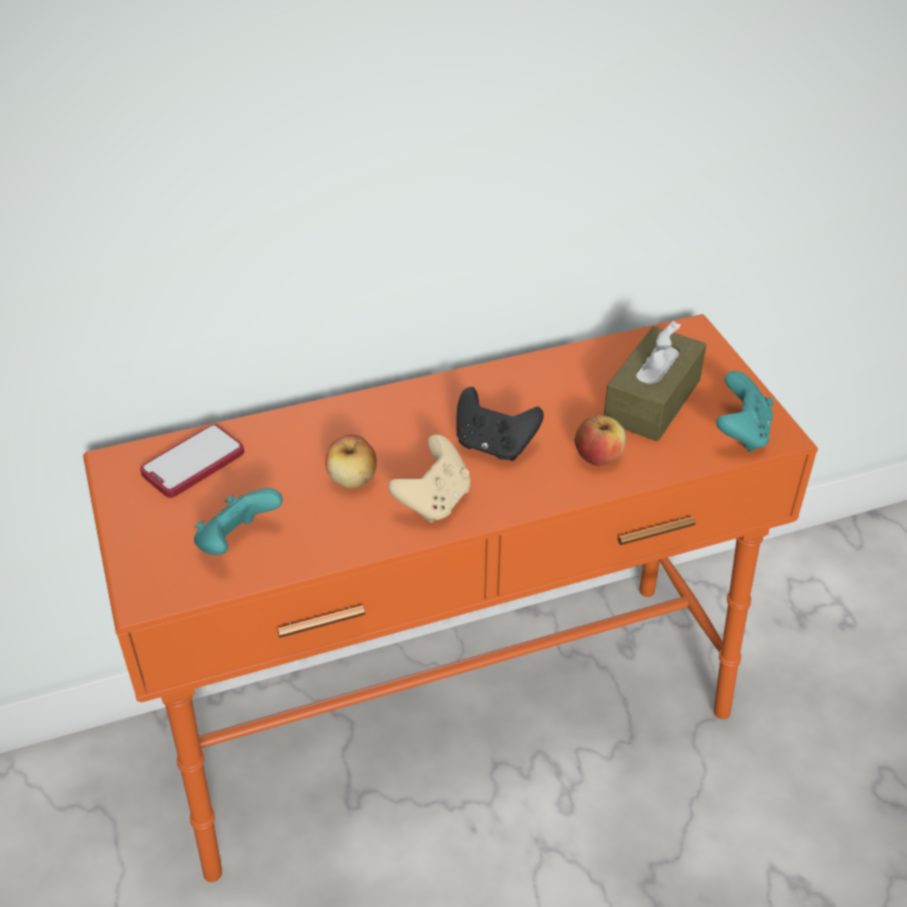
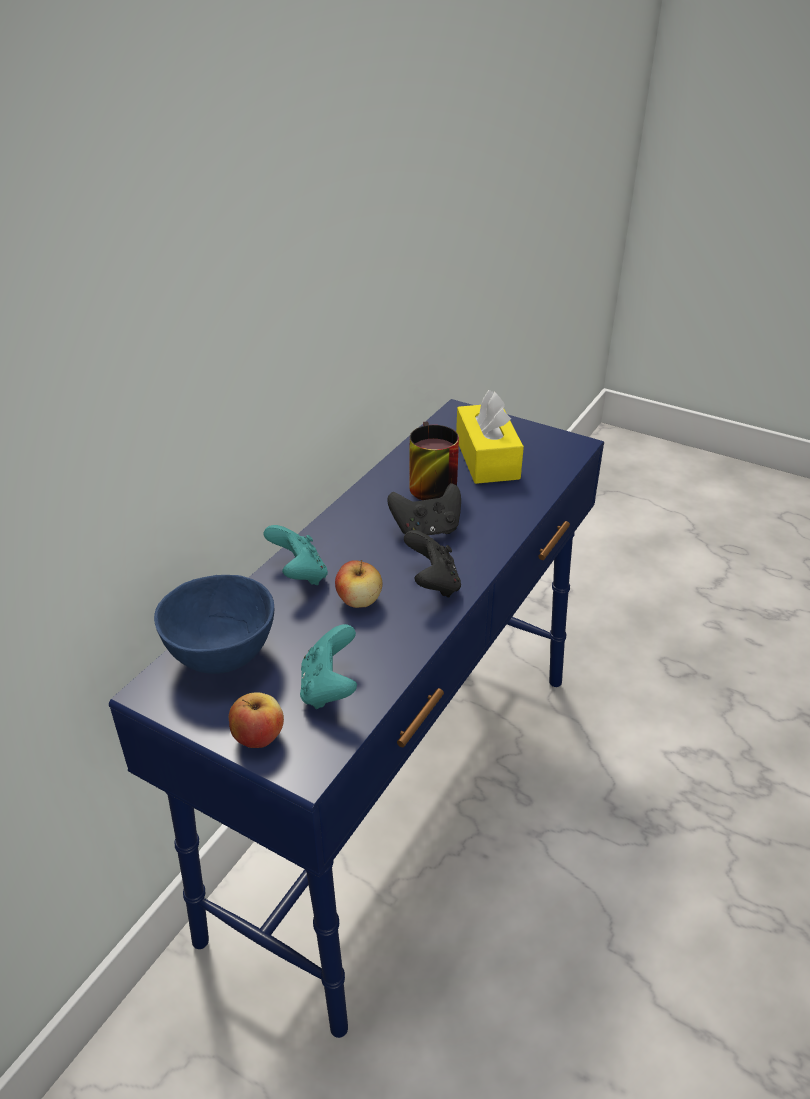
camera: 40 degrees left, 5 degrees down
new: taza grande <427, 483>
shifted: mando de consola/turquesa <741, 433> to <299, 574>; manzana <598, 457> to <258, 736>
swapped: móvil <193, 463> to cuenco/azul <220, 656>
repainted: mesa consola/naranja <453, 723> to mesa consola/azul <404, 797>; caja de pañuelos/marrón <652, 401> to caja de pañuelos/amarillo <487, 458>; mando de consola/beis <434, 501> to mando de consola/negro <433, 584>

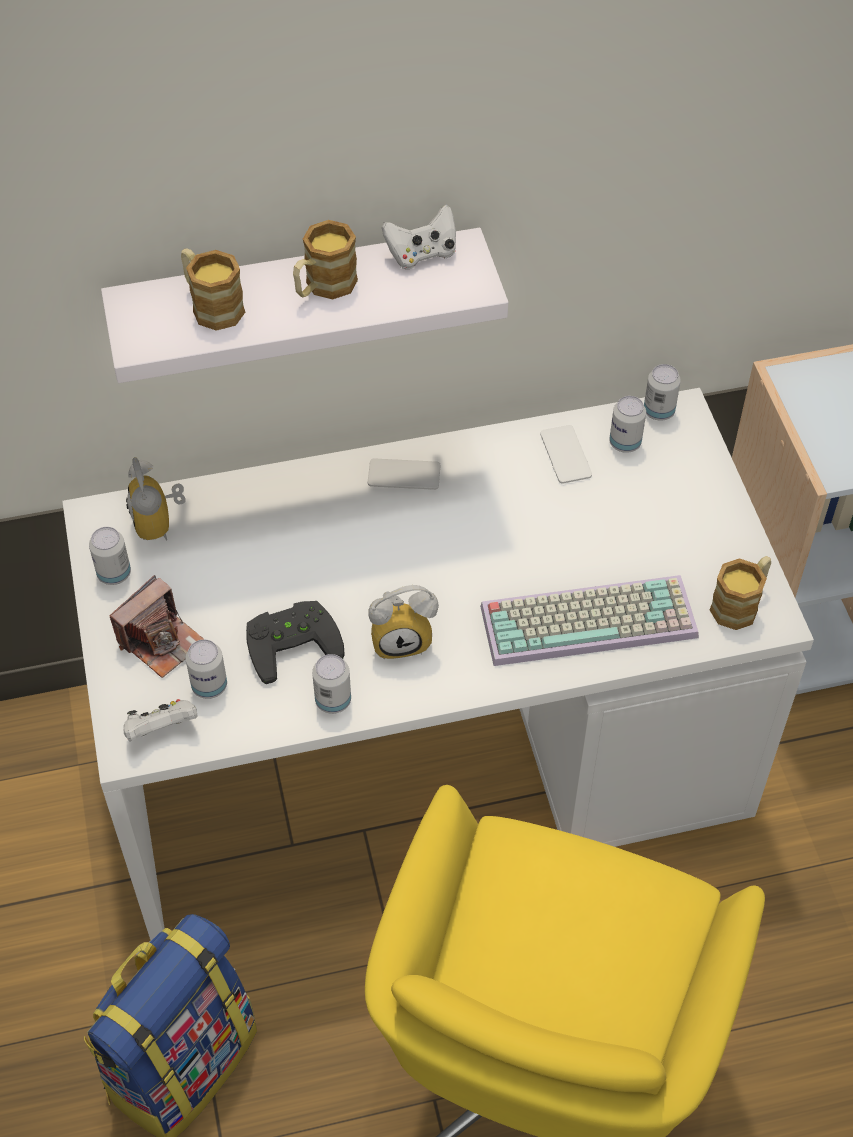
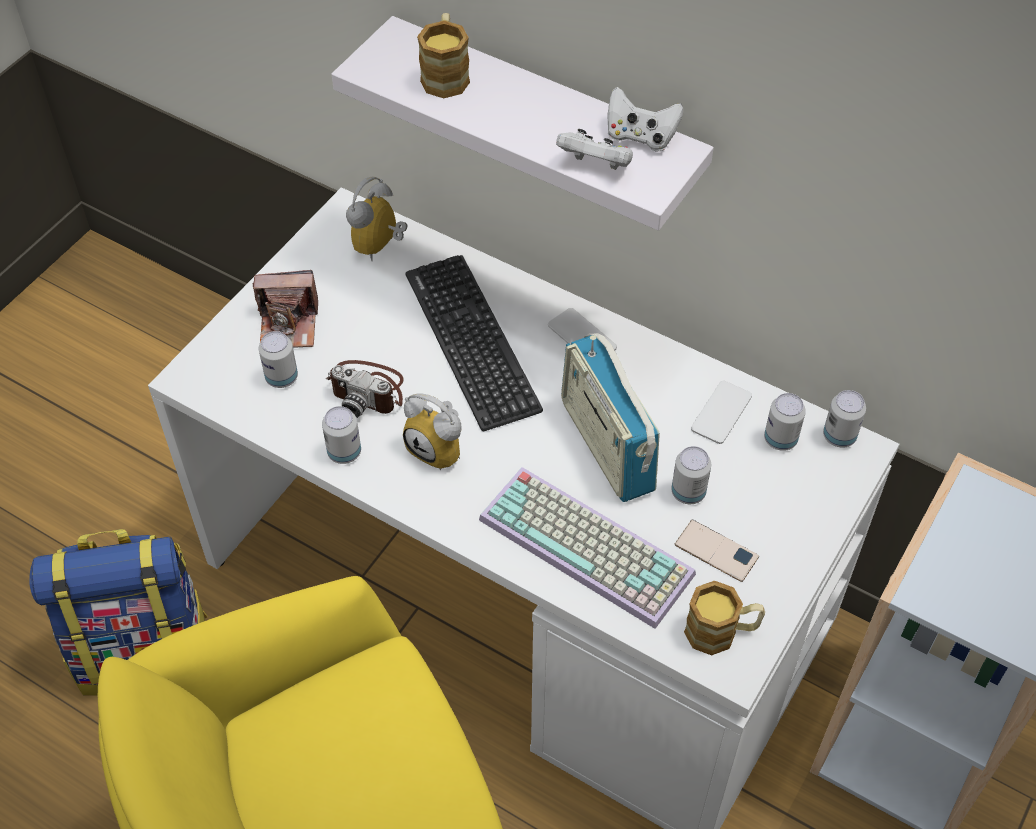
camera: 45 degrees right, 0 degrees up
gone: taza grande <323, 287>
new: teclado <471, 341>; radio <606, 445>; móvil <716, 551>
shifted: lata <114, 574> to <688, 492>; mando de consola/blanco <161, 730> to <596, 165>
swapped: mando de consola/negro <291, 640> to cámara <368, 390>

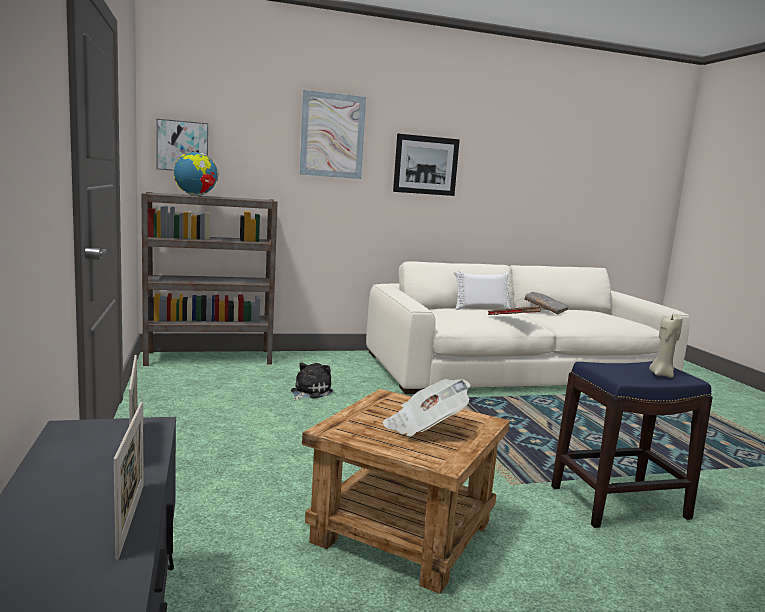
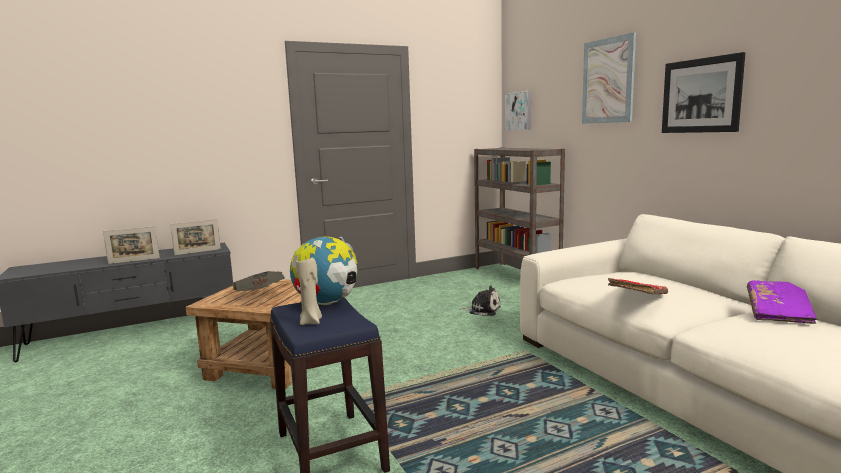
camera: 80 degrees right, 0 degrees up
gone: cojín/blanco <480, 308>
shifted: globo terráqueo <196, 195> to <326, 303>
repainted: libro/gris <545, 309> to libro/morado <778, 312>

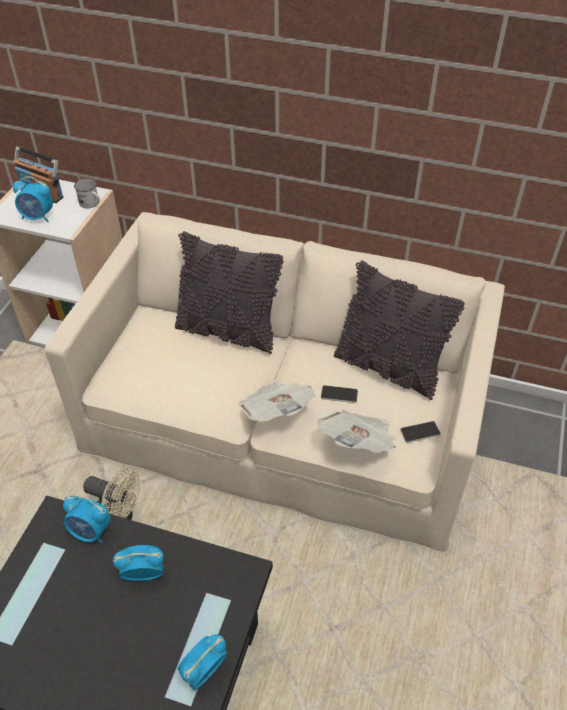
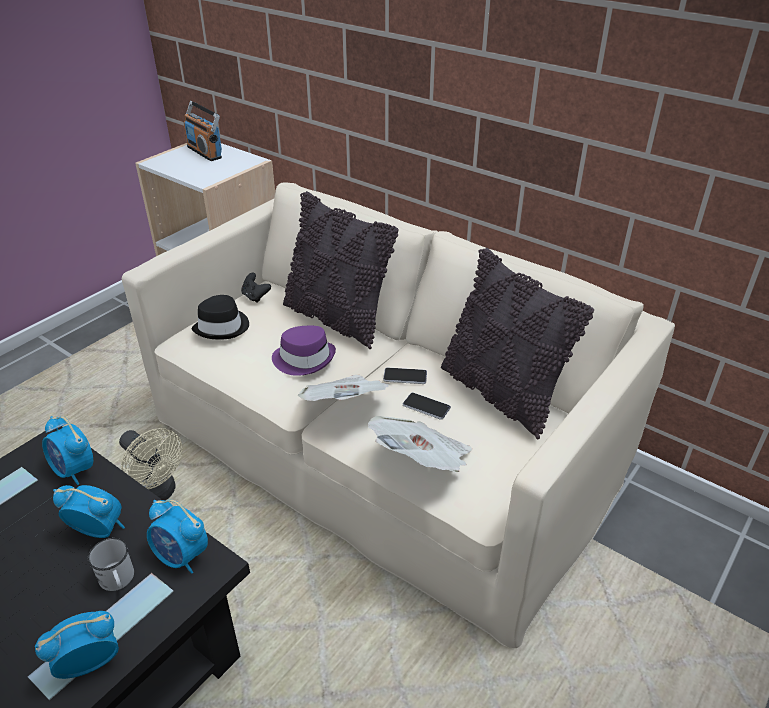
camera: 20 degrees right, 10 degrees down
new: mando de consola/negro <255, 297>; sombrero/negro <222, 327>; sombrero/morado <304, 359>
shifted: despertador <38, 217> to <182, 557>; taza grande/blanco <91, 204> to <118, 581>; móvil <420, 432> to <405, 376>

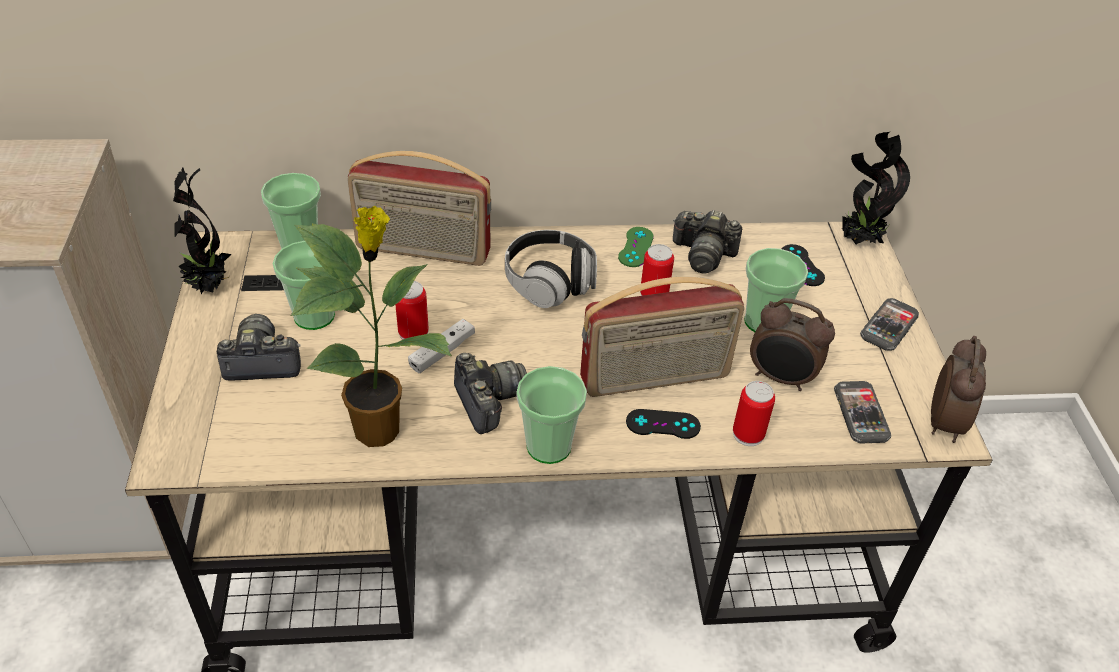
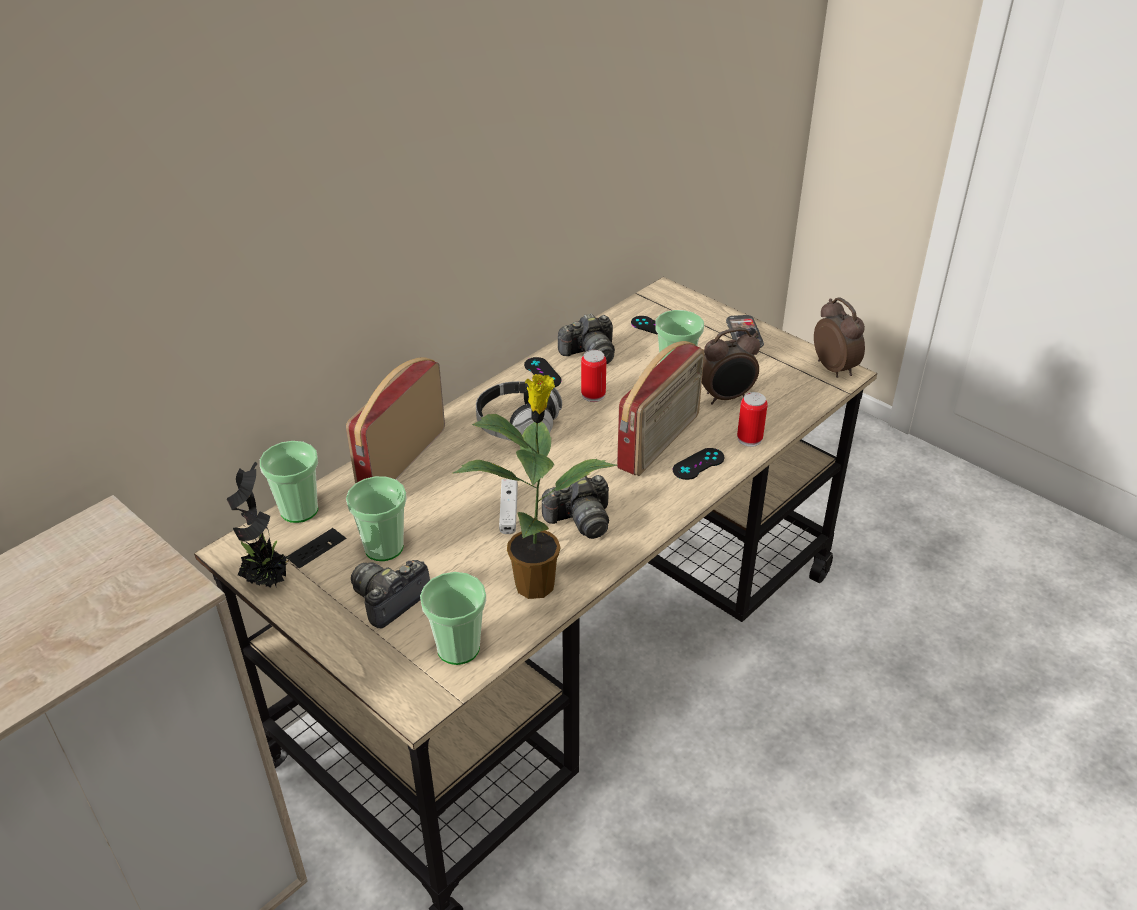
camera: 40 degrees left, 5 degrees down
gone: planta en maceta <858, 240>; lata <413, 333>; móvil <861, 414>
shifted: taza <549, 446> to <458, 648>
repainted: mando de consola/verde <635, 247> to mando de consola/negro <542, 373>
rotated: radio <422, 251> = <401, 459> 150 degrees clockwise; cámara <488, 401> = <580, 520> 135 degrees clockwise

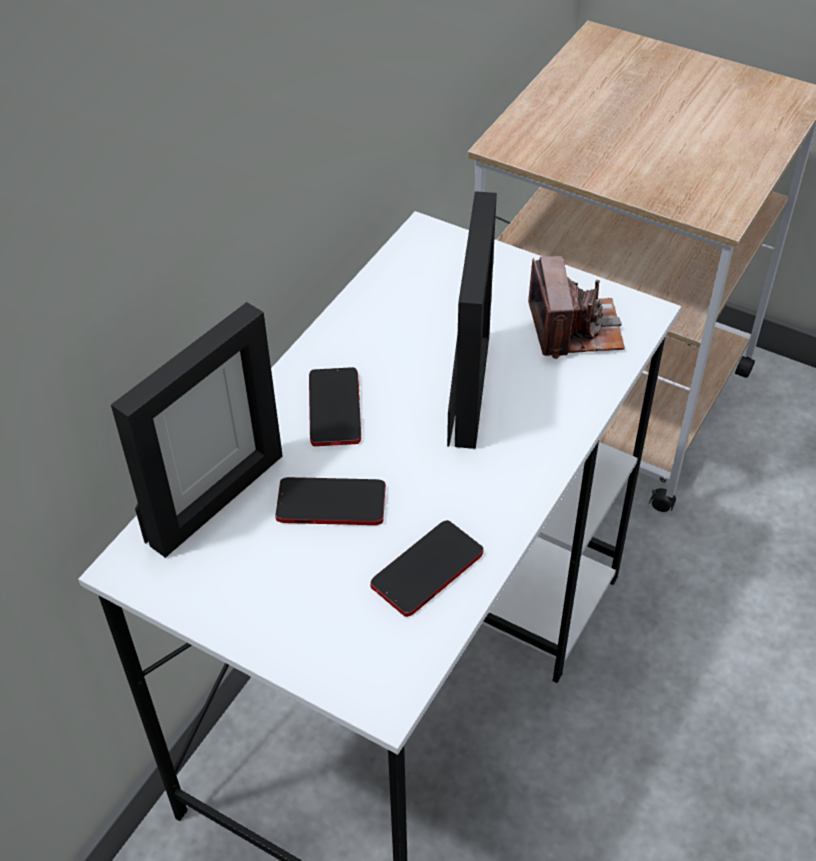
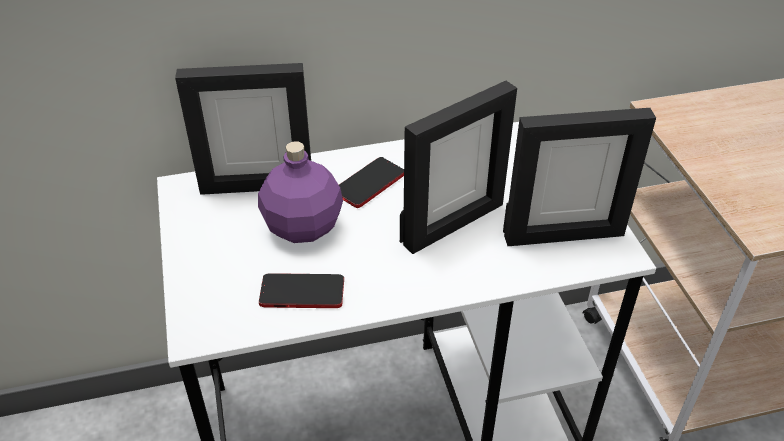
camera: 45 degrees right, 5 degrees down
swapped: cámara <574, 328> to portarretratos <563, 233>; móvil <331, 503> to botella/morado <303, 226>

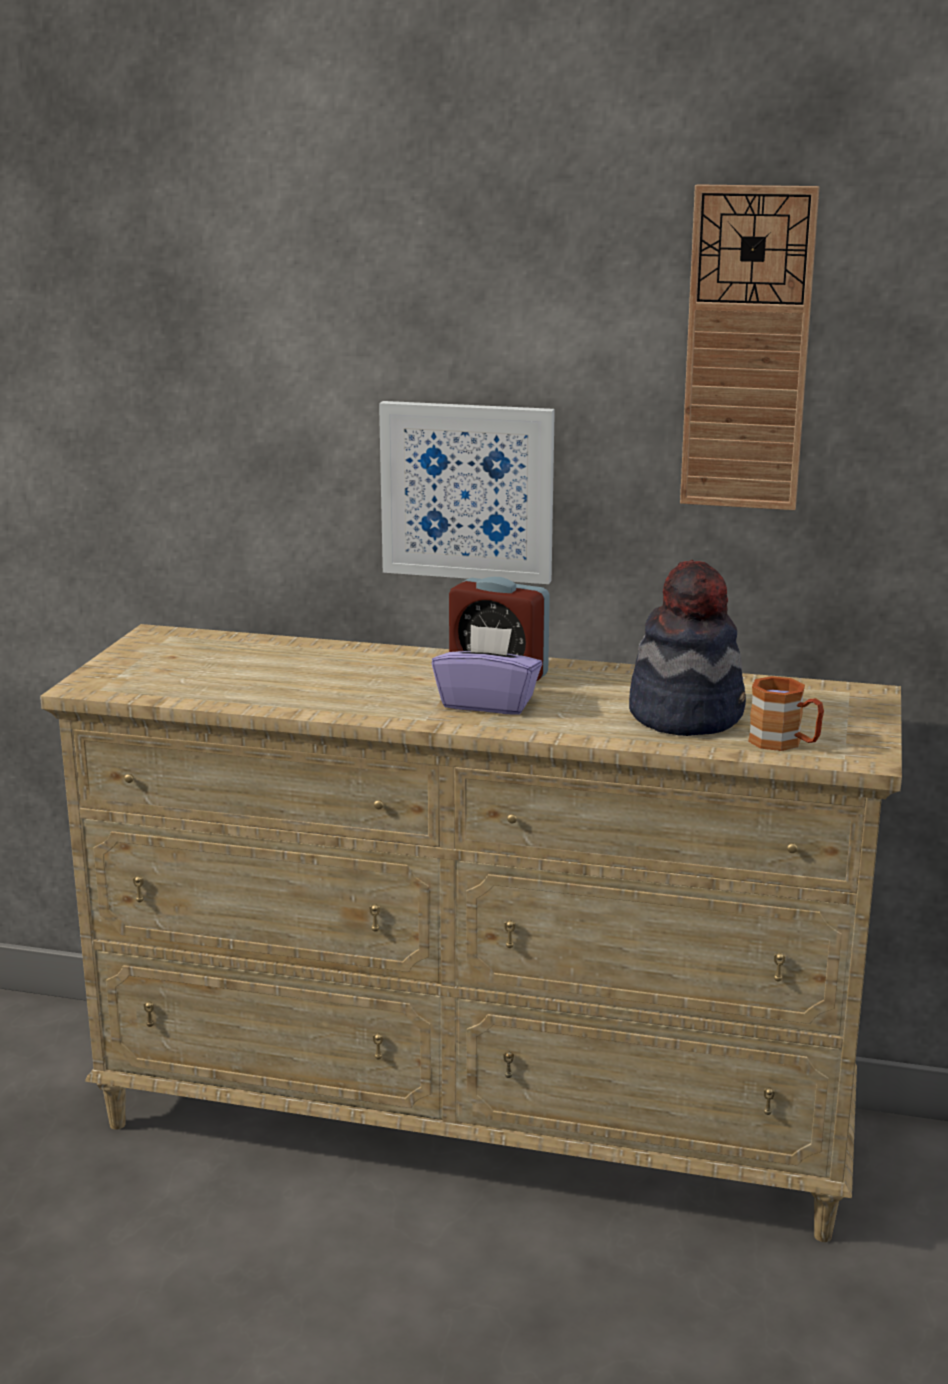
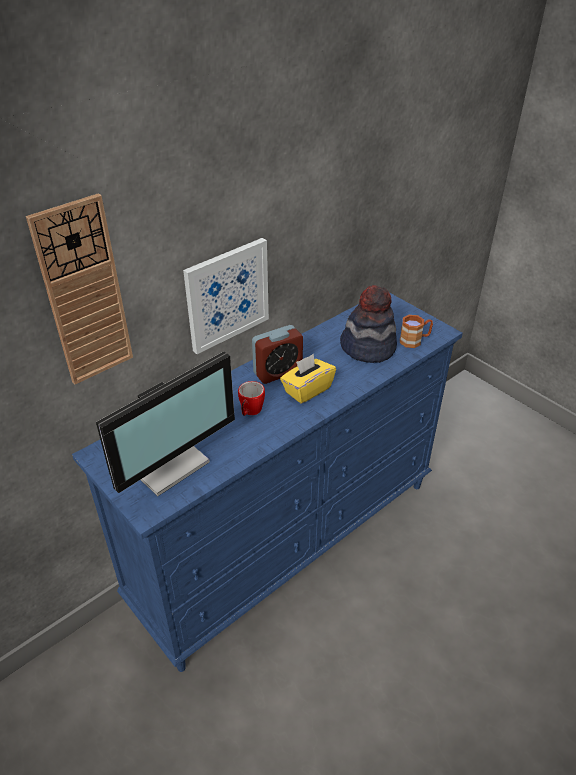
camera: 55 degrees left, 20 degrees up
new: monitor <168, 463>; taza grande <250, 412>
shifted: reloj de pared <747, 350> to <84, 294>
repainted: cómoda/beis <477, 1125> to cómoda/azul <288, 541>; caja de pañuelos/morado <487, 703> to caja de pañuelos/amarillo <307, 390>

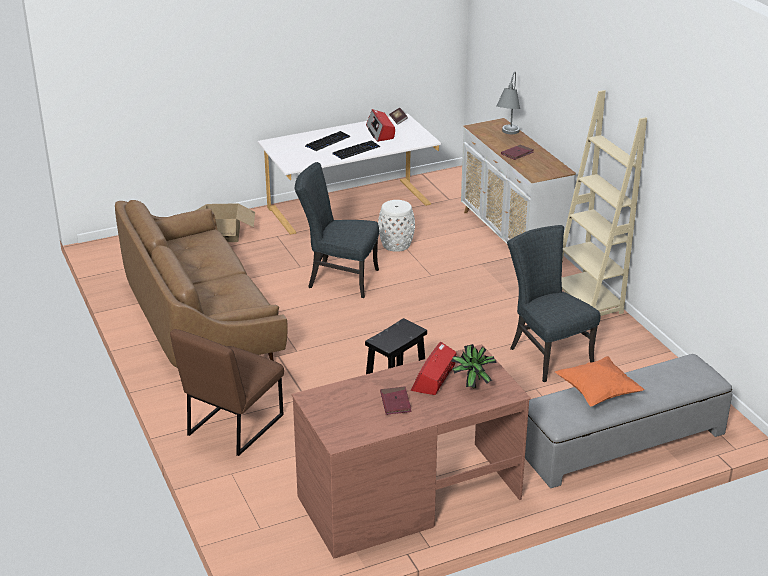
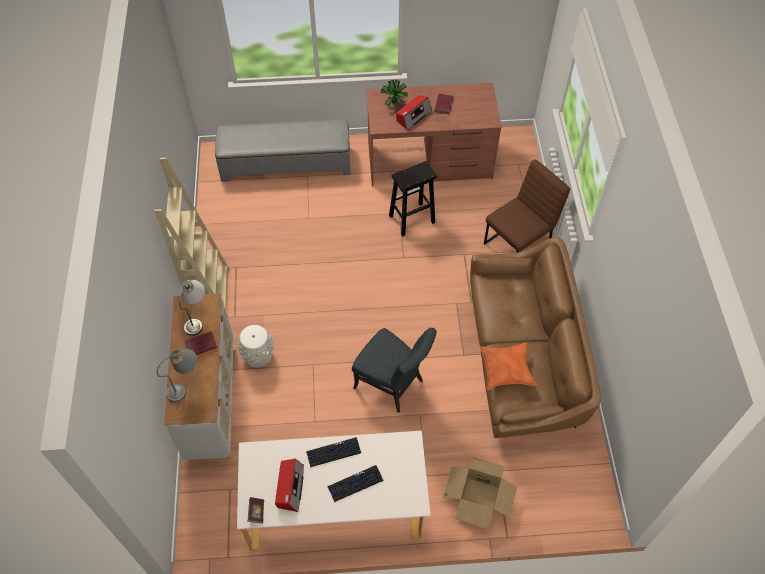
camera: 160 degrees left, 25 degrees up
gone: silla/gris <546, 354>
new: lámpara de mesa/gris <197, 317>
shifted: taburete/blanco <396, 245> to <258, 356>; cojín/naranja <598, 393> to <506, 371>

